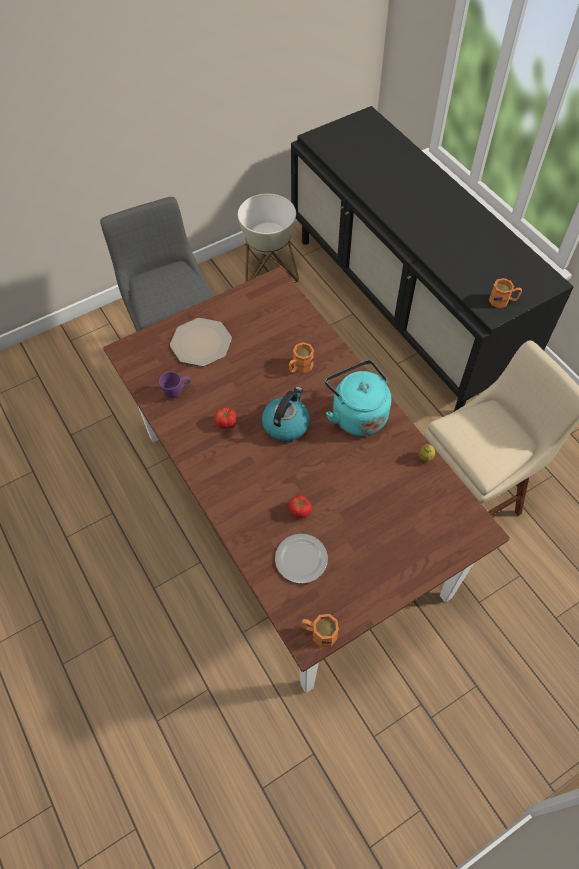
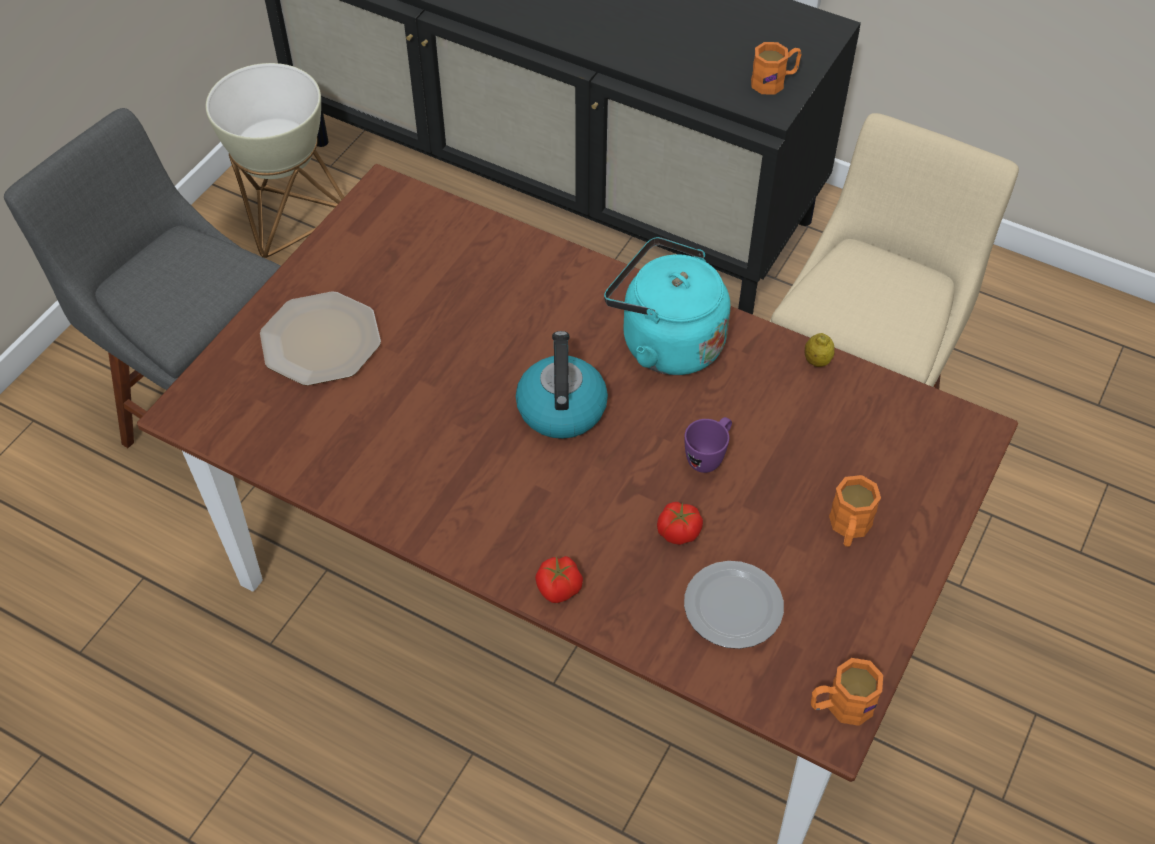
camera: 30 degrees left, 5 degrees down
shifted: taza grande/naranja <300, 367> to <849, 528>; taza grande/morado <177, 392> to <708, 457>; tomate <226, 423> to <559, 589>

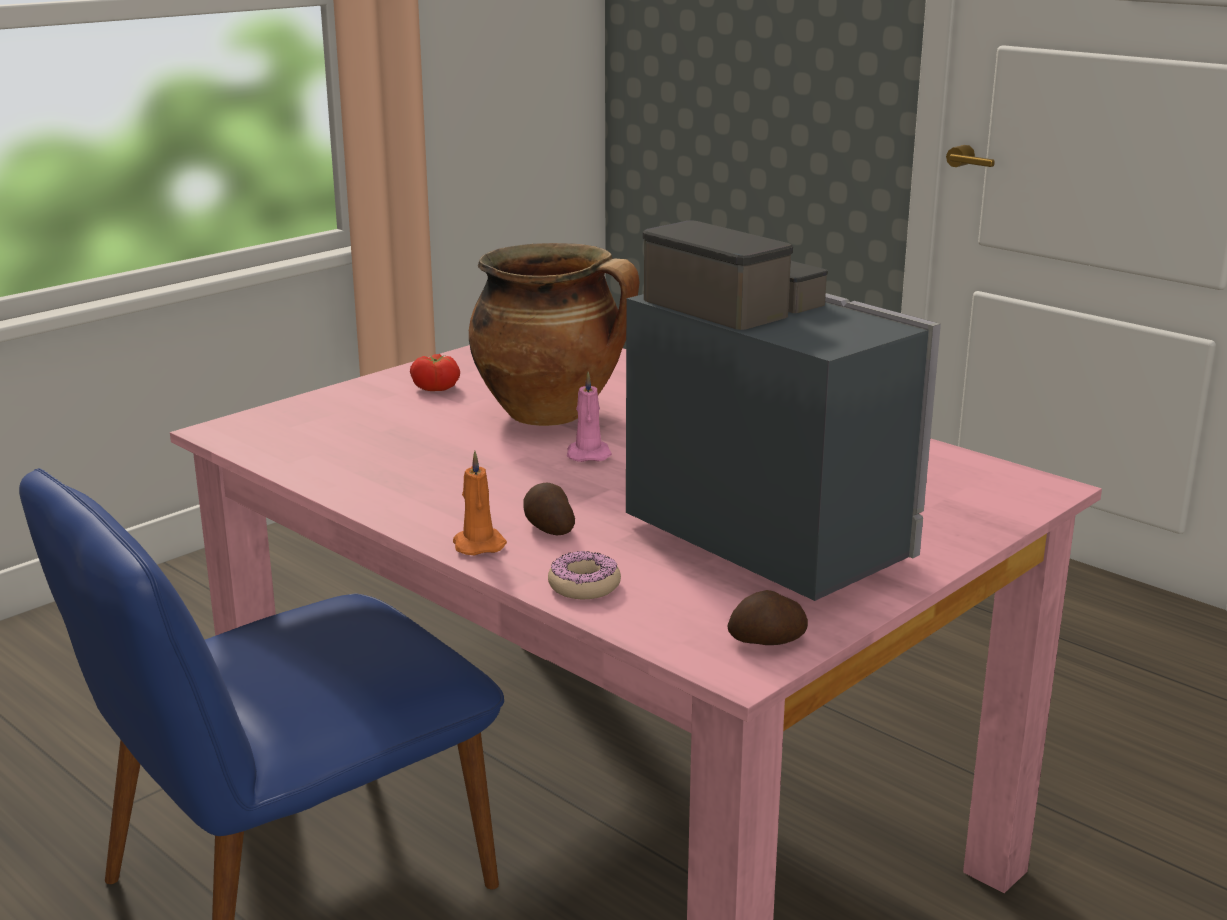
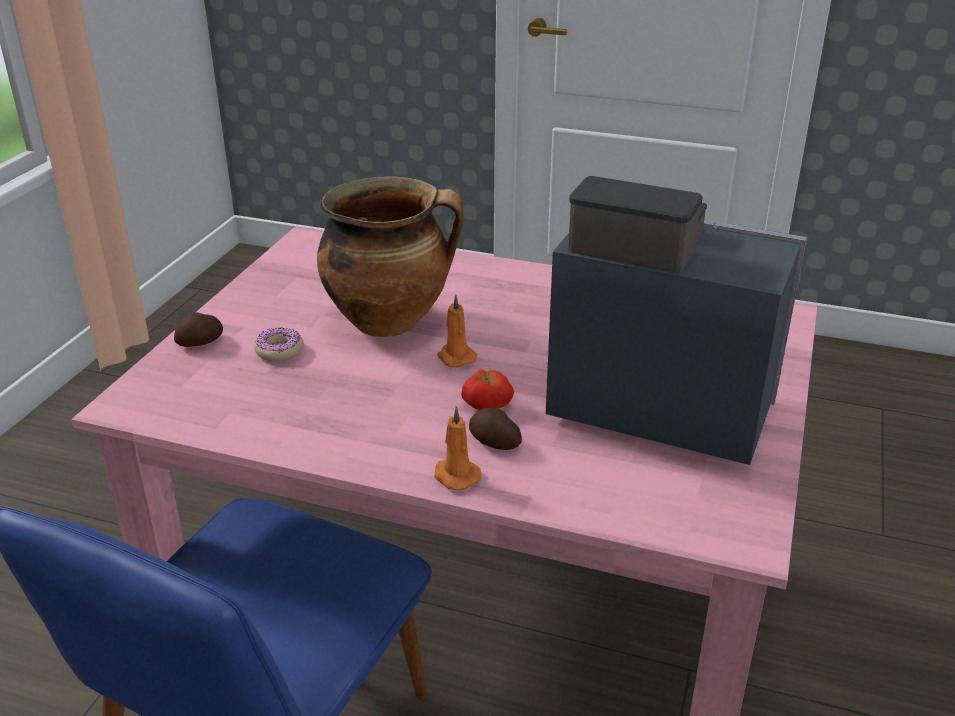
camera: 25 degrees left, 10 degrees up
shifted: tomate <437, 387> to <487, 402>; rosquilla <584, 586> to <279, 351>; patata <768, 641> to <201, 343>
repainted: vela/rosa <588, 454> to vela/naranja <455, 357>

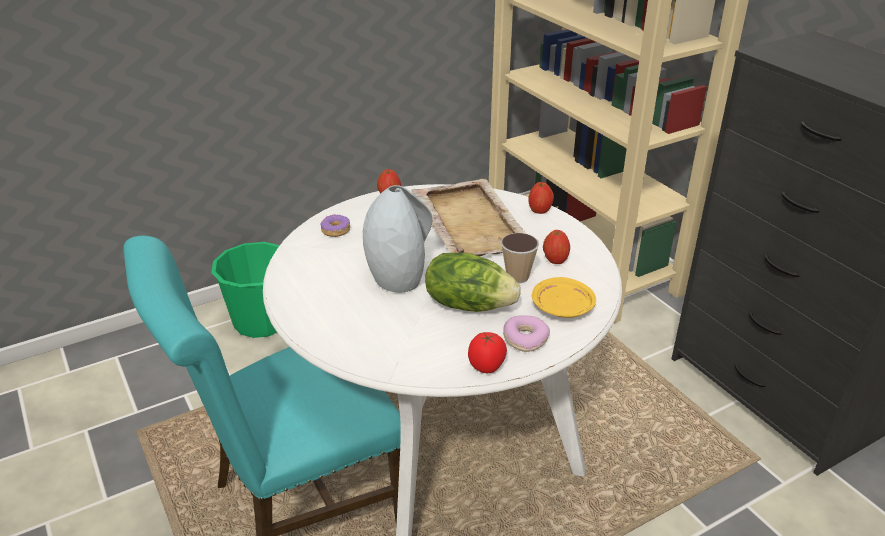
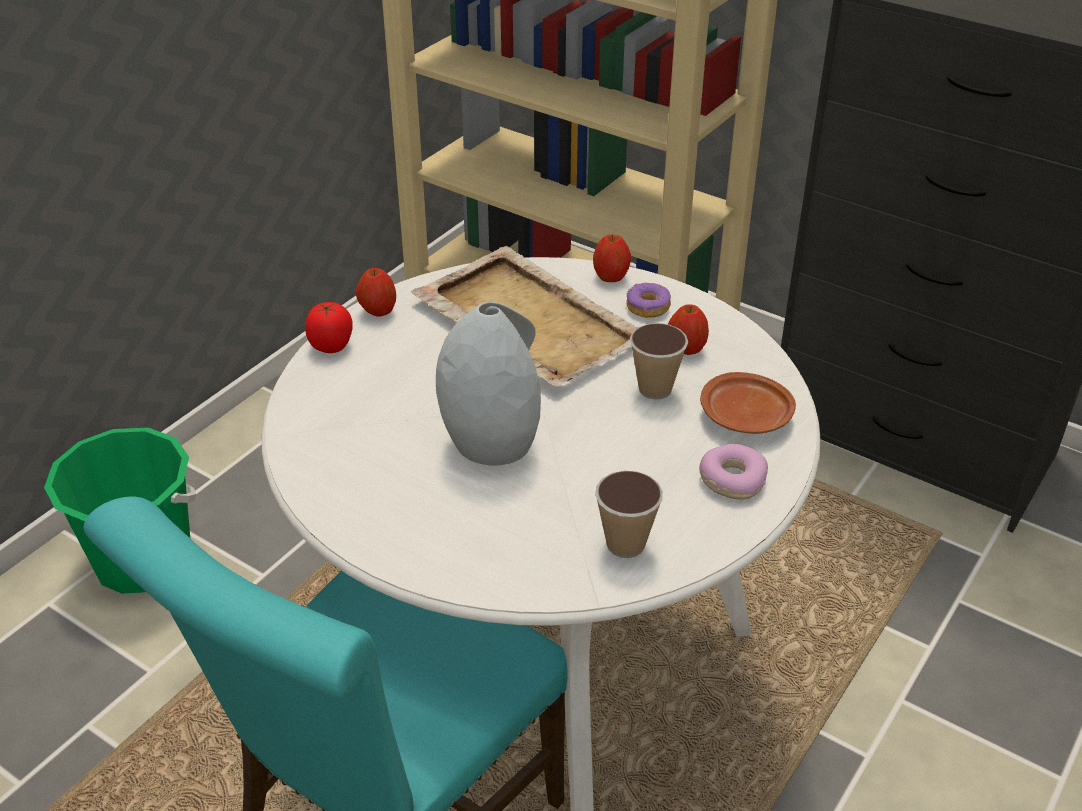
camera: 25 degrees left, 5 degrees up
gone: lechuga <469, 304>
new: taza <625, 544>
shifted: rosquilla <335, 230> to <647, 307>; tomate <487, 367> to <332, 346>
repainted: plato/amarillo <562, 307> to plato/marrón <746, 417>

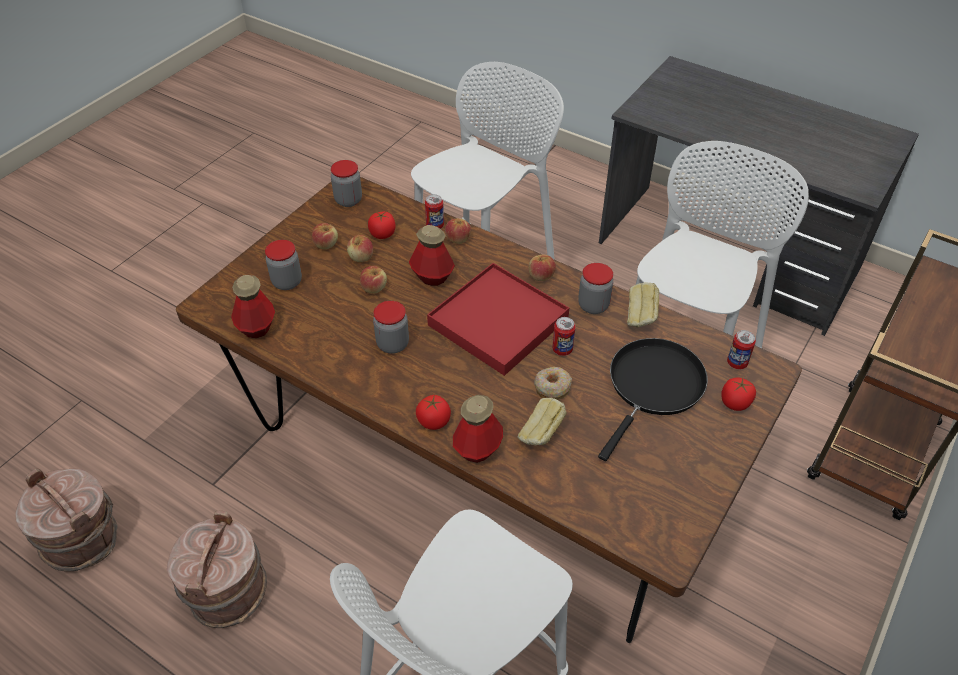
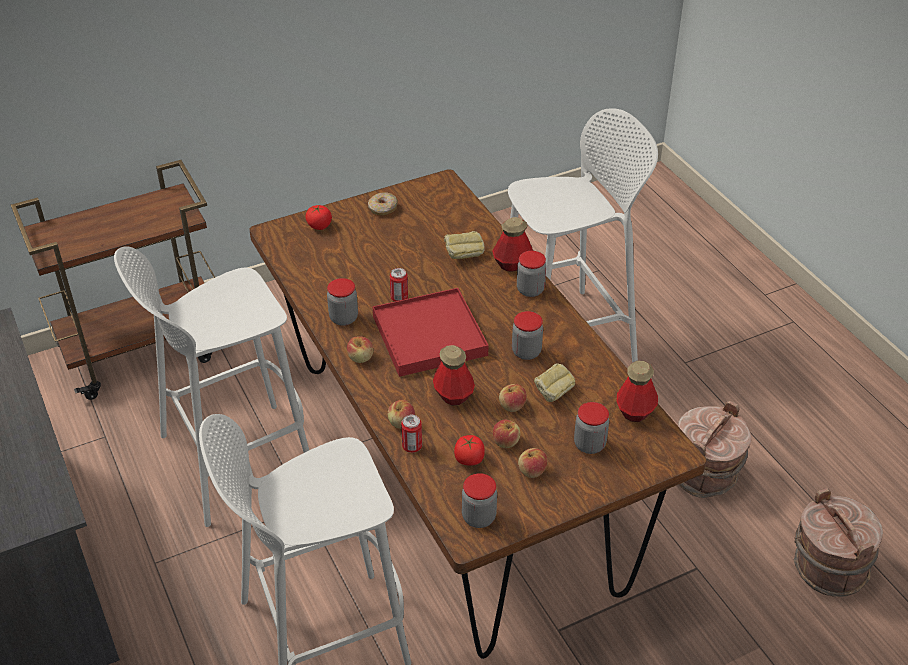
camera: 150 degrees left, 5 degrees down
gone: lata <737, 363>; sartén/negro <653, 387>
shifted: pan <640, 318> to <553, 394>; rosquilla <552, 387> to <383, 208>
swapped: tomate <434, 421> to tarro <530, 290>

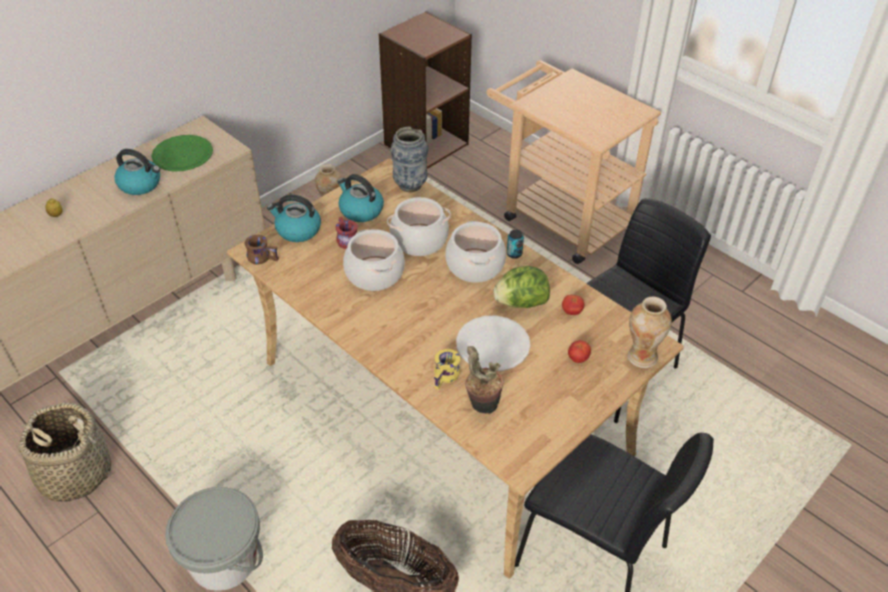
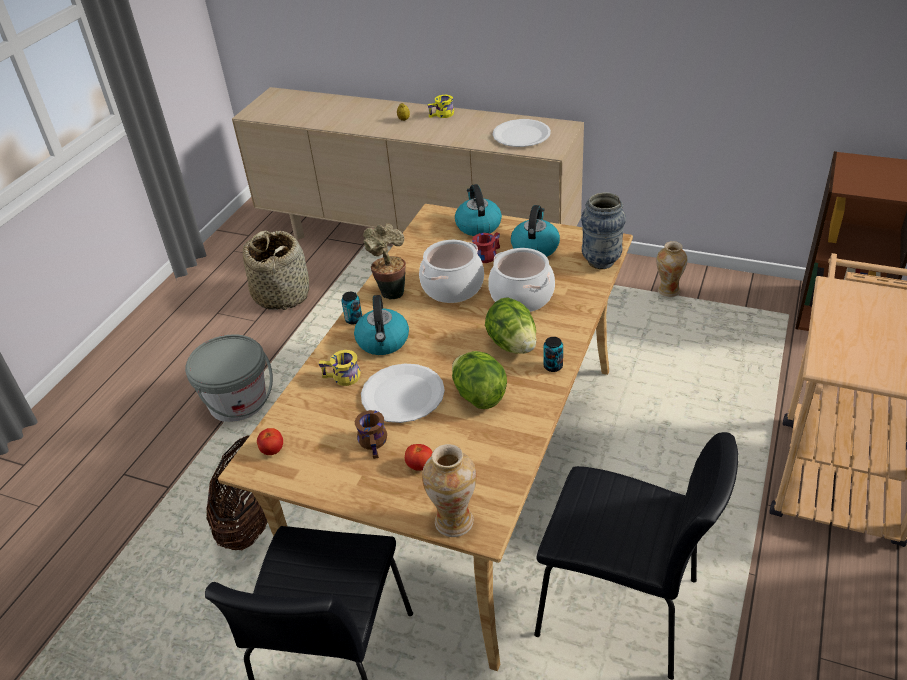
camera: 70 degrees right, 5 degrees down
new: taza grande/amarillo <442, 115>; lata <354, 319>
shifted: hervidor <141, 184> to <383, 342>; taza grande/marrón <263, 256> to <375, 442>; tomate <572, 312> to <272, 450>; planta en maceta <481, 405> to <391, 291>
swapped: olla <474, 265> to lechuga <512, 344>
repainted: plato/verde <183, 155> to plato/blanco <521, 135>

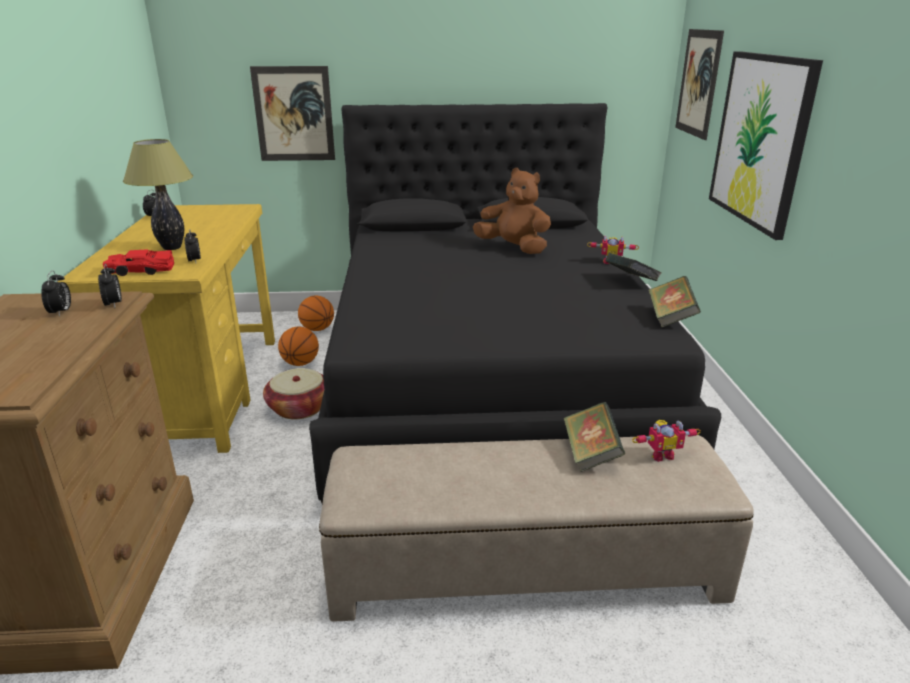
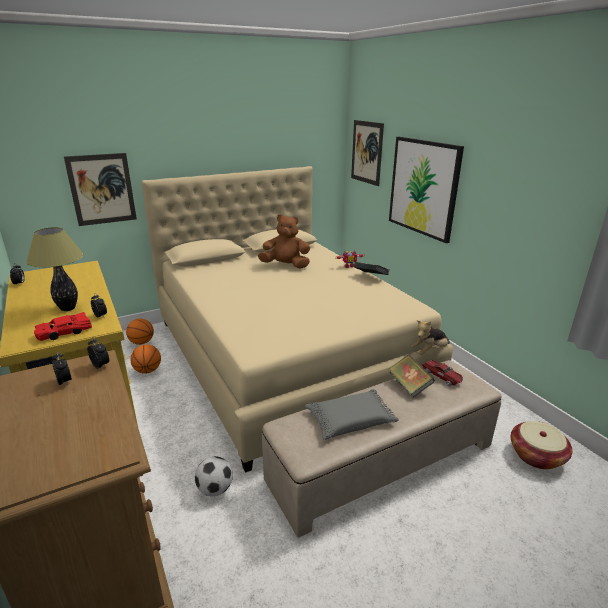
camera: 25 degrees left, 0 degrees up
gone: libro <670, 318>
new: peluche <429, 351>; cojín/gris <350, 418>; balón de fútbol <215, 489>
shifted: cesta <299, 408> to <536, 456>
swapped: robot de juguete <661, 454> to coche de juguete <442, 376>
repainted: cama/negro <488, 384> to cama/beis <285, 355>

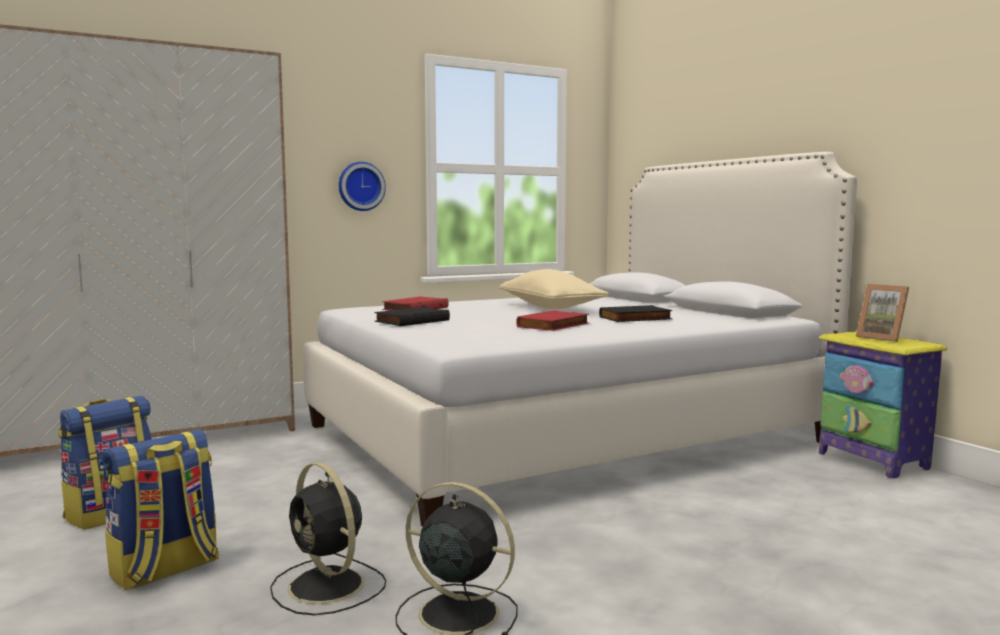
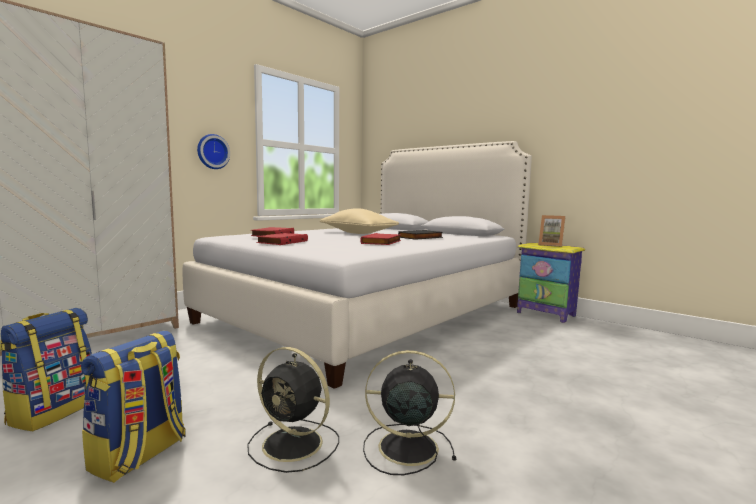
camera: 20 degrees left, 0 degrees up
repainted: libro/negro <411, 321> to libro/rojo <282, 242>

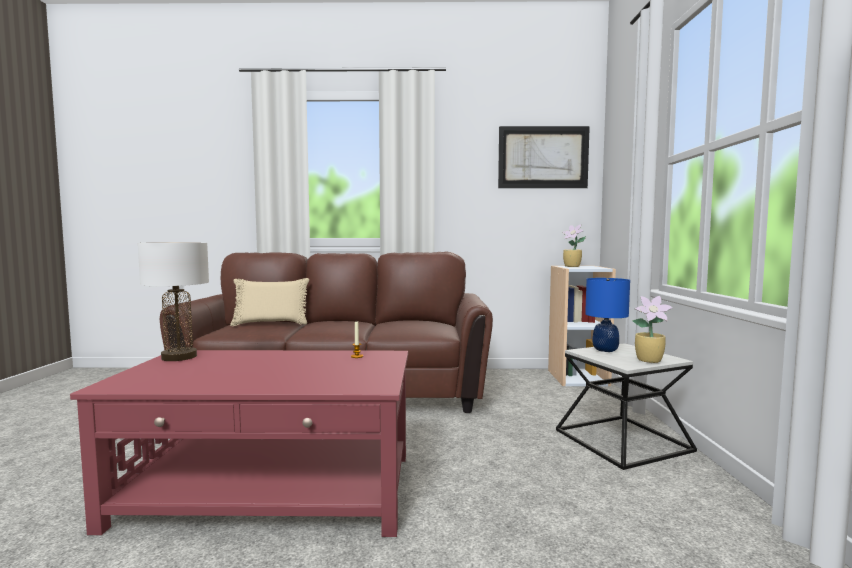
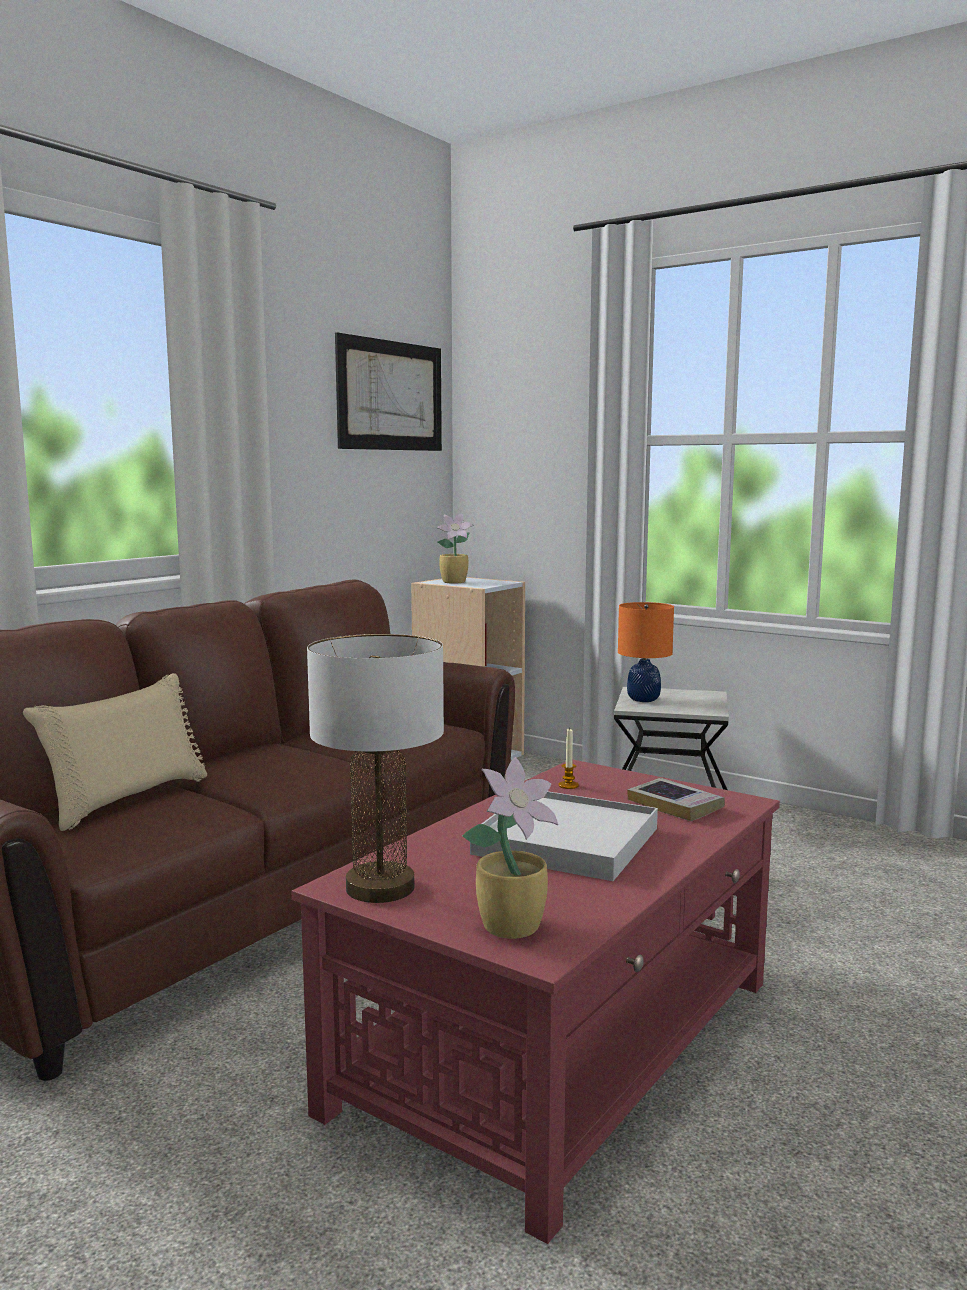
camera: 55 degrees left, 5 degrees up
new: libro <675, 805>; bandeja/blanco <566, 841>
shifted: planta en maceta <650, 360> to <514, 927>
repainted: lámpara de mesa/azul <605, 350> to lámpara de mesa/naranja <644, 700>

